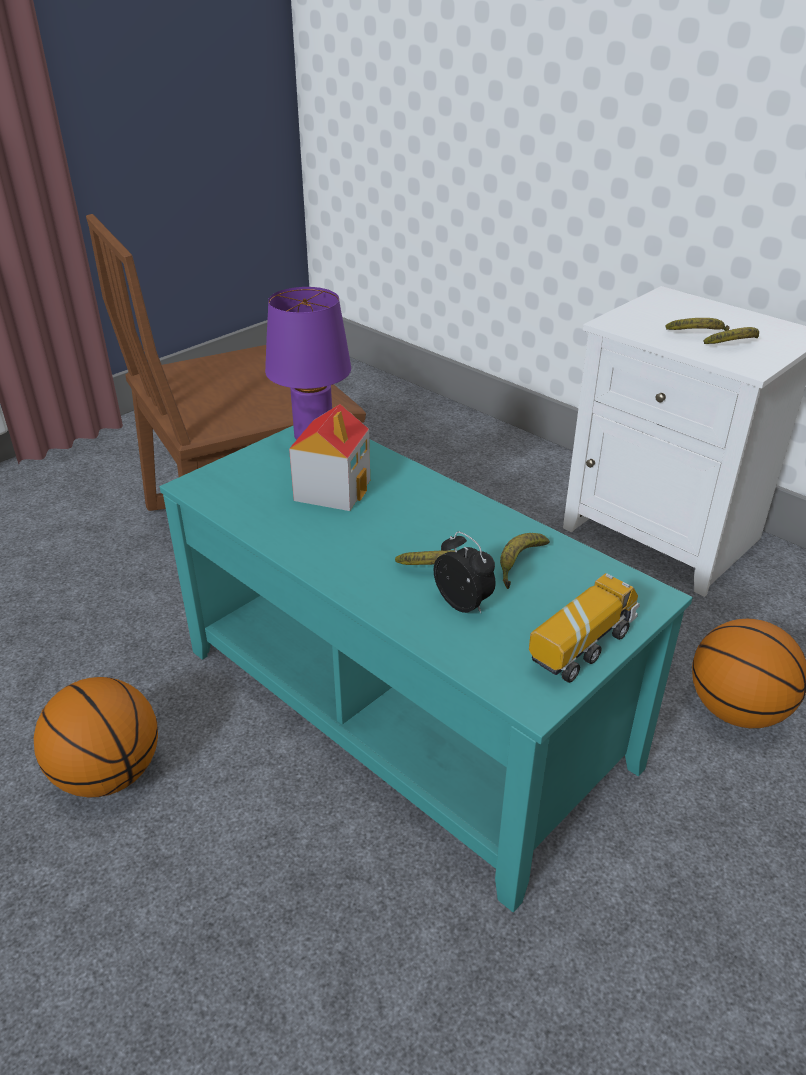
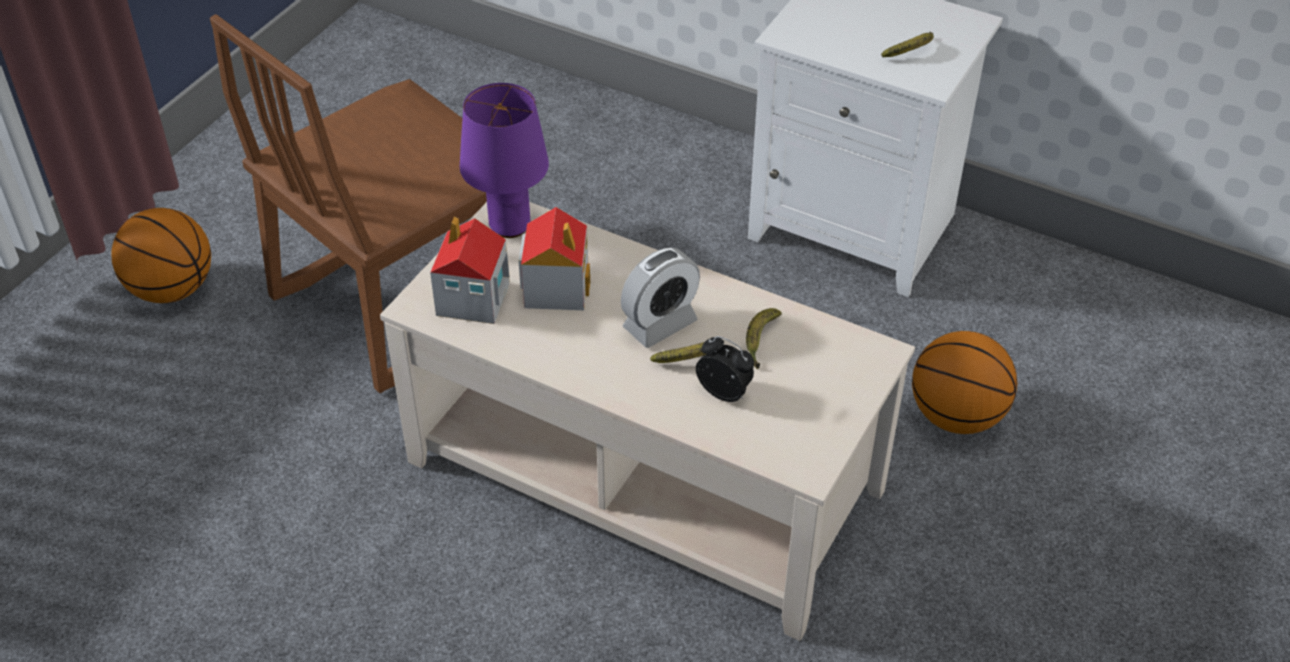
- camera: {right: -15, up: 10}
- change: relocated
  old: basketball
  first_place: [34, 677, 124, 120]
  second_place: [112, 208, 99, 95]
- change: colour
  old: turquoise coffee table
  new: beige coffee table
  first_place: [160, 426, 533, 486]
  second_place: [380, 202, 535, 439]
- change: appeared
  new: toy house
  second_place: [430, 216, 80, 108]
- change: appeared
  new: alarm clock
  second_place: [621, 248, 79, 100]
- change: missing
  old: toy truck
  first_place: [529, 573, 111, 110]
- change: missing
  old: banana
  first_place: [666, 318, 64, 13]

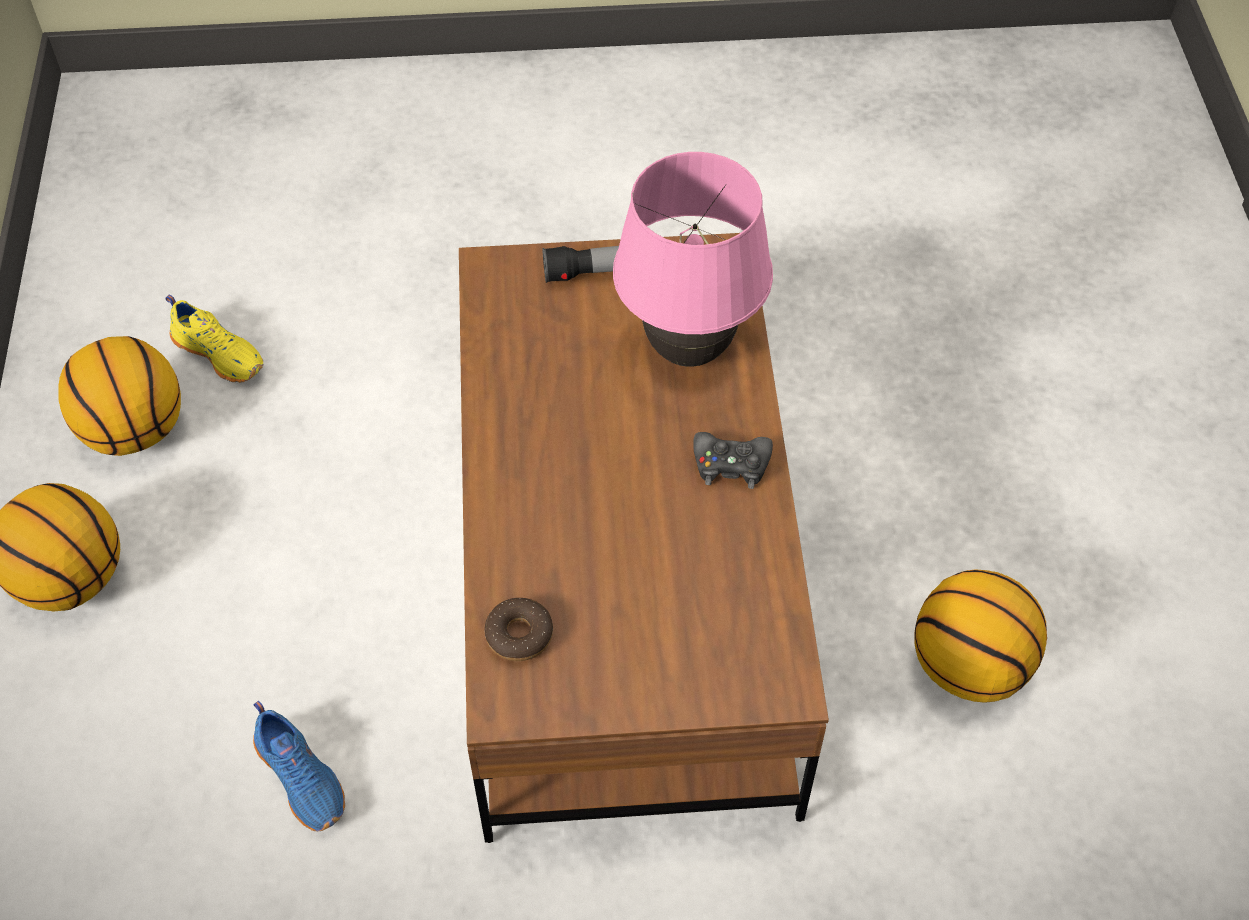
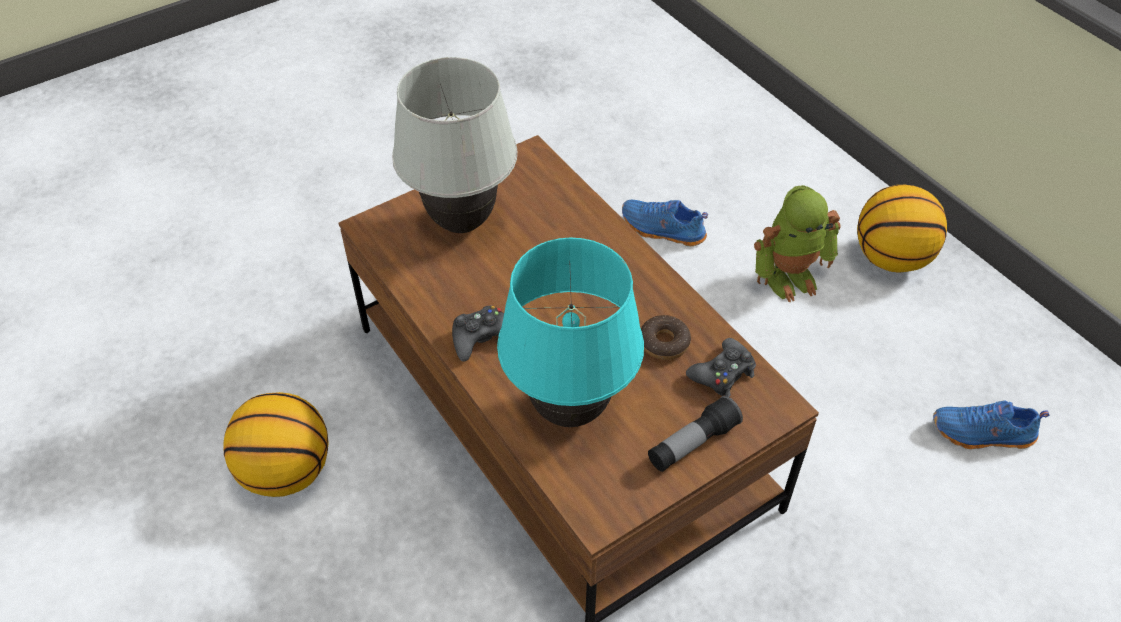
- camera: {right: 150, up: -5}
- change: appeared
  new: white table lamp
  second_place: [392, 57, 125, 176]
- change: colour
  old: pink table lamp
  new: turquoise table lamp
  first_place: [613, 152, 160, 215]
  second_place: [497, 238, 147, 189]
- change: relocated
  old: donut
  first_place: [484, 598, 69, 63]
  second_place: [641, 315, 50, 45]
- change: appeared
  new: black game controller
  second_place: [686, 338, 70, 59]
- change: appeared
  new: toy robot
  second_place: [754, 185, 87, 117]
- change: colour
  old: yellow shoe
  new: blue shoe
  first_place: [165, 295, 98, 88]
  second_place: [933, 400, 116, 49]
- change: missing
  old: basketball
  first_place: [58, 336, 123, 120]

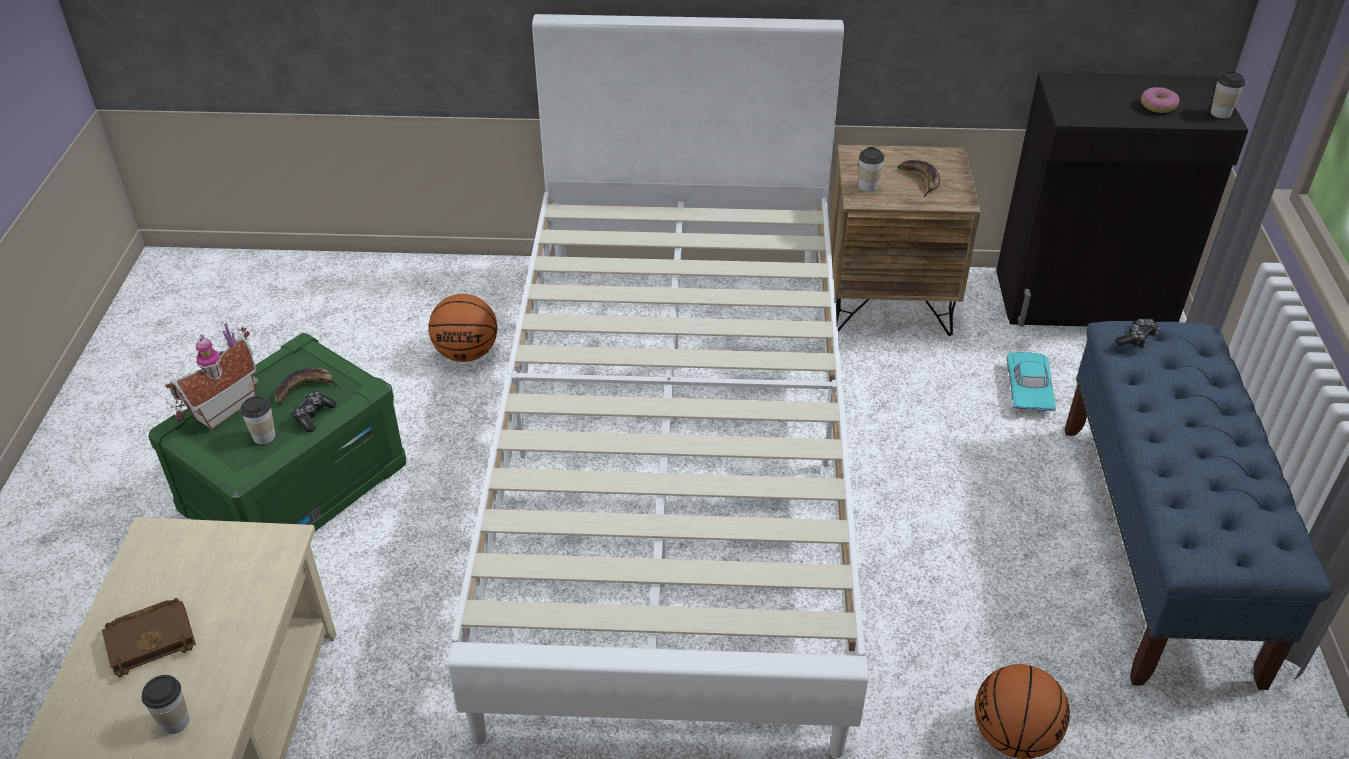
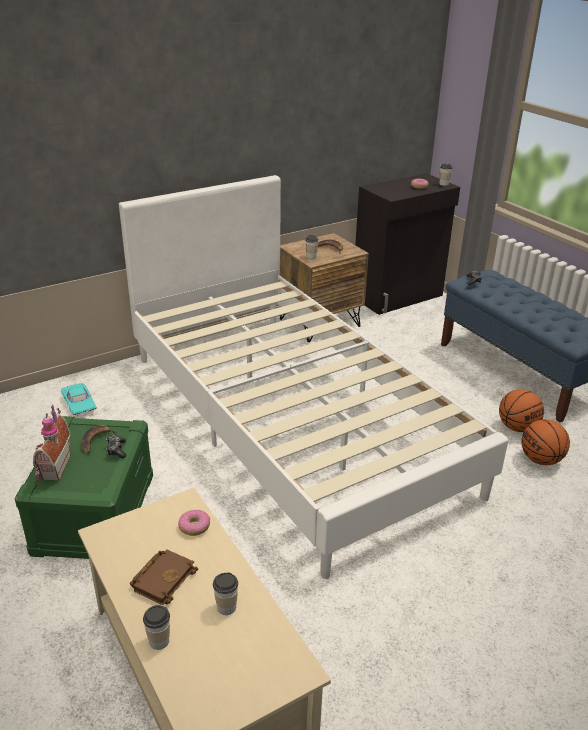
- camera: {right: -35, up: -10}
- change: relocated
  old: turquoise toy car
  first_place: [1007, 352, 49, 59]
  second_place: [61, 383, 36, 32]
- change: relocated
  old: cup
  first_place: [240, 396, 36, 48]
  second_place: [143, 605, 27, 45]
- change: appeared
  new: donut
  second_place: [178, 509, 32, 27]
- change: relocated
  old: basketball
  first_place: [429, 294, 69, 68]
  second_place: [499, 389, 45, 43]

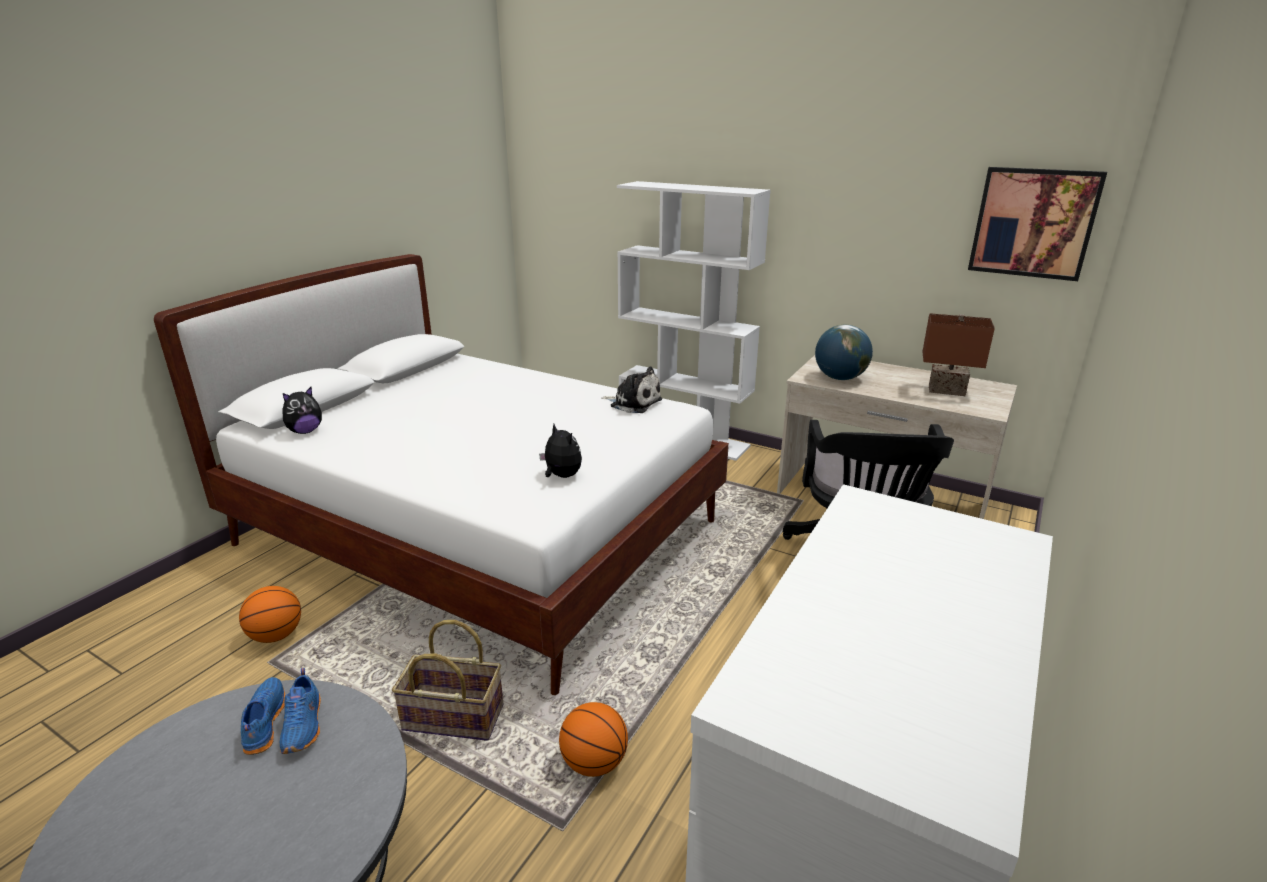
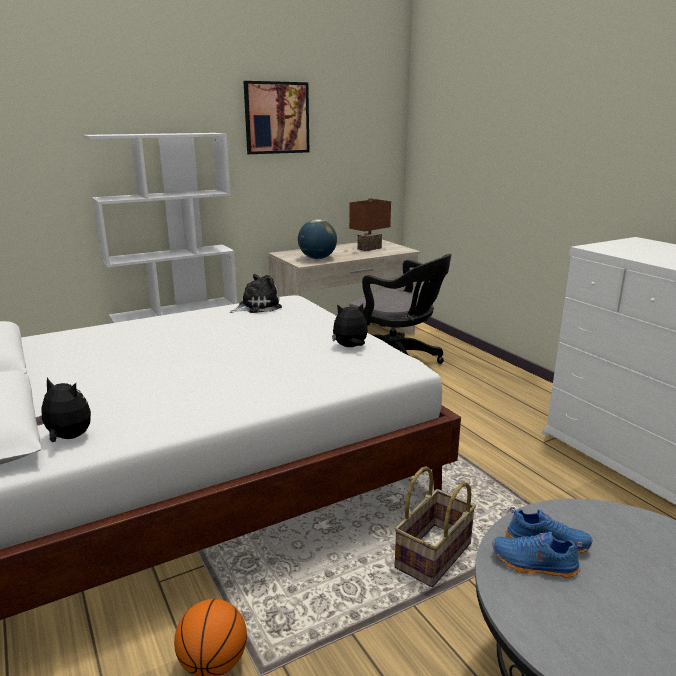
- camera: {right: -60, up: -5}
- change: spun
  old: plush toy
  first_place: [282, 387, 40, 47]
  second_place: [35, 378, 56, 64]
  degrees: -60
- change: relocated
  old: picture
  first_place: [968, 167, 139, 114]
  second_place: [243, 81, 66, 73]
- change: missing
  old: basketball
  first_place: [559, 702, 69, 75]

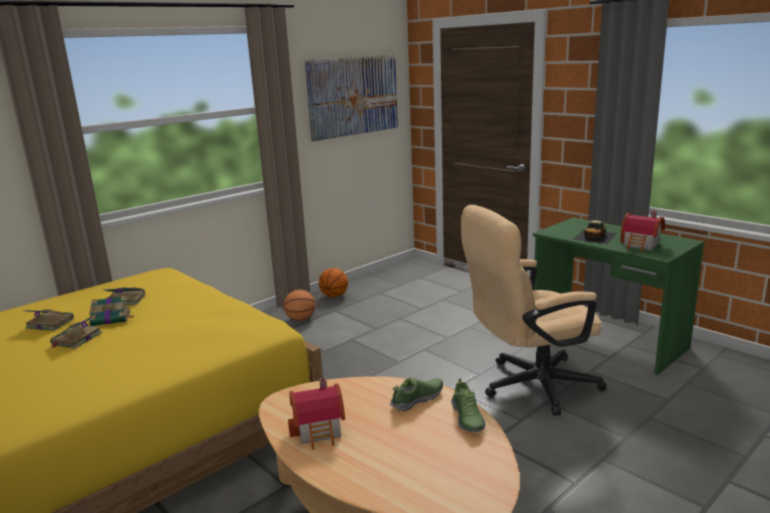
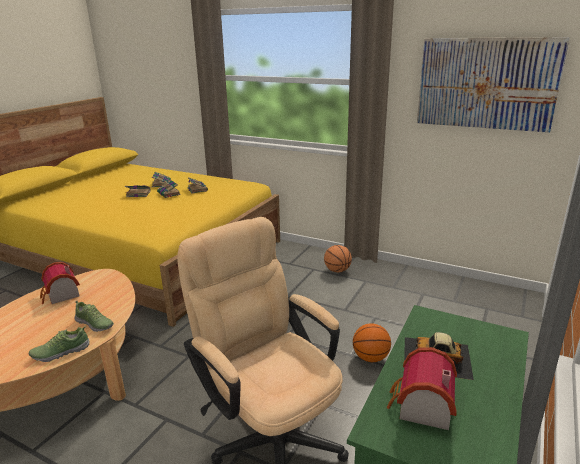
- camera: {right: 70, up: 5}
- change: relocated
  old: basketball
  first_place: [319, 268, 29, 29]
  second_place: [353, 323, 38, 39]

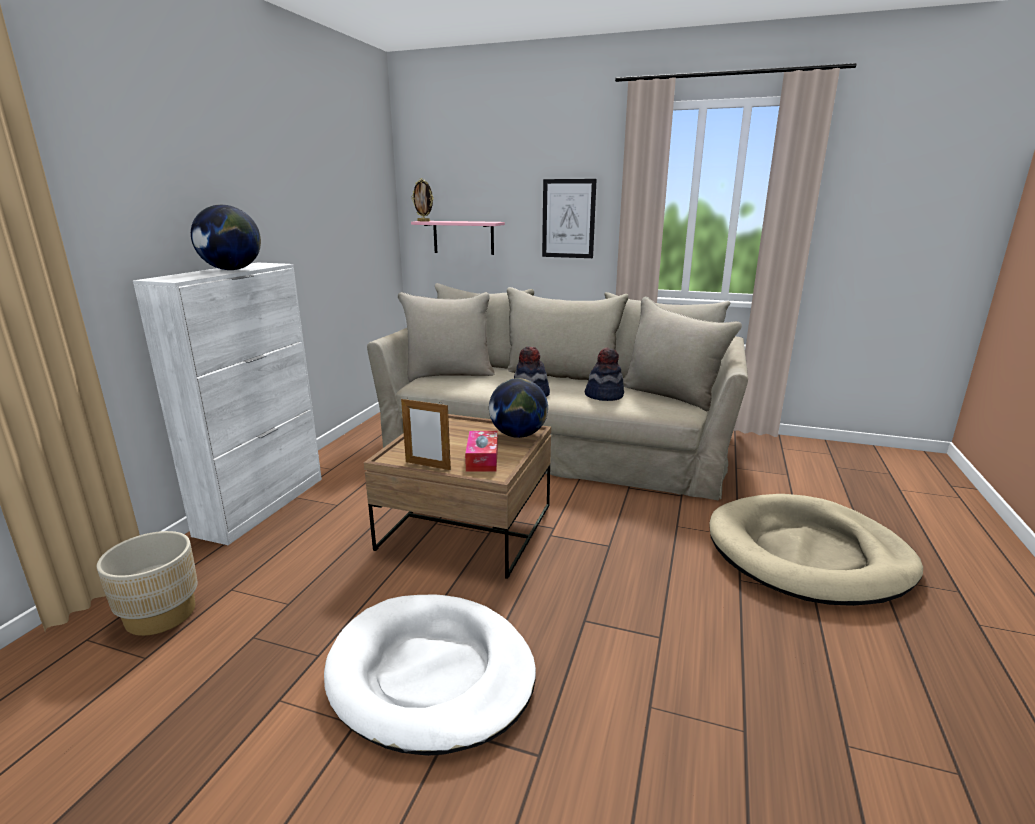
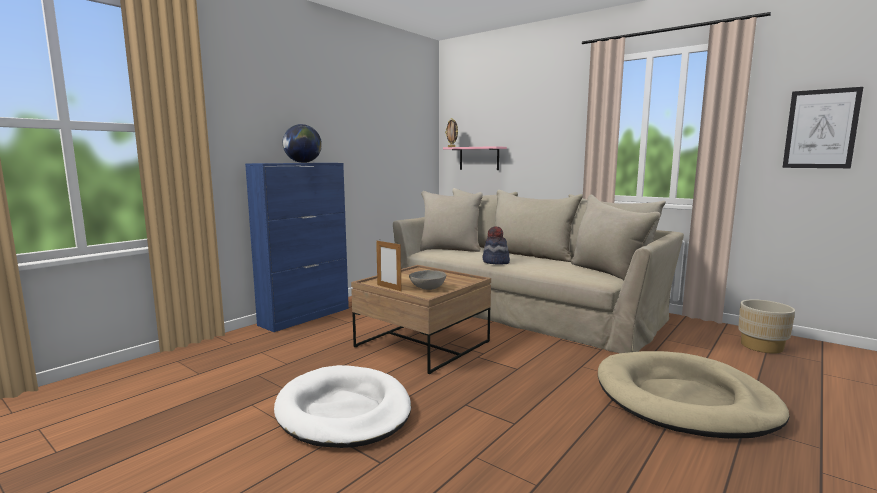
- camera: {right: 20, up: -10}
- change: colour
  old: white cabinet
  new: blue cabinet
  first_place: [133, 262, 189, 283]
  second_place: [245, 163, 104, 169]
- change: exchanged
  old: tissue box
  new: grey bowl
  first_place: [465, 431, 33, 41]
  second_place: [409, 270, 37, 20]
- change: relocated
  old: beige planter
  first_place: [97, 531, 101, 105]
  second_place: [738, 299, 57, 55]
- change: relocated
  old: picture
  first_place: [542, 179, 55, 79]
  second_place: [783, 87, 80, 81]
- change: missing
  old: globe
  first_place: [489, 378, 59, 60]
- change: missing
  old: hat
  first_place: [585, 348, 39, 53]

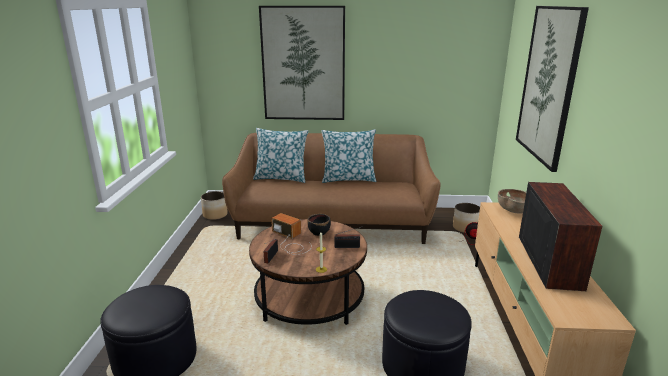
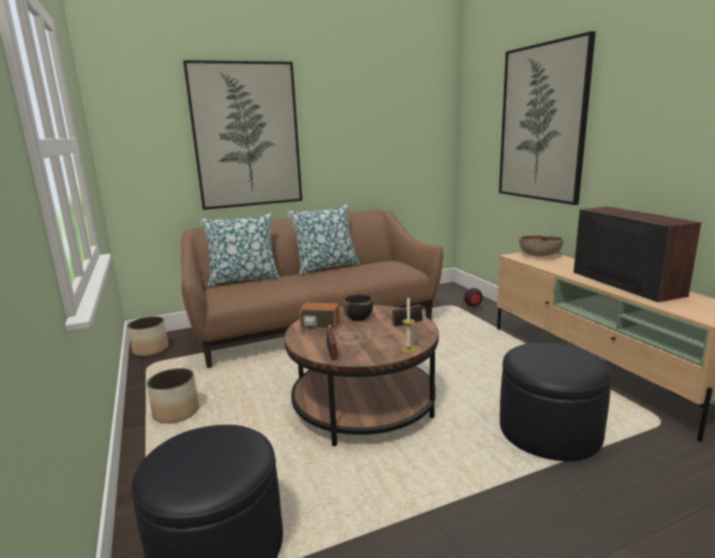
- camera: {right: -25, up: -5}
- change: relocated
  old: planter
  first_place: [453, 203, 27, 30]
  second_place: [147, 368, 52, 56]

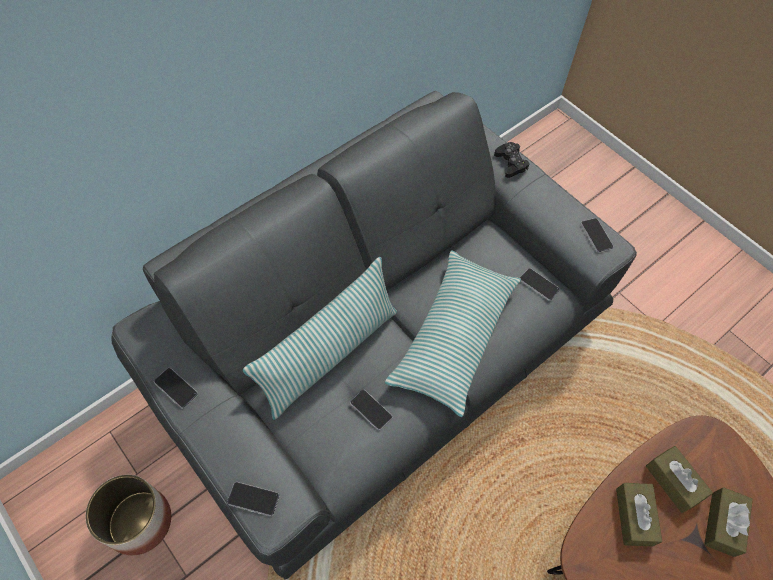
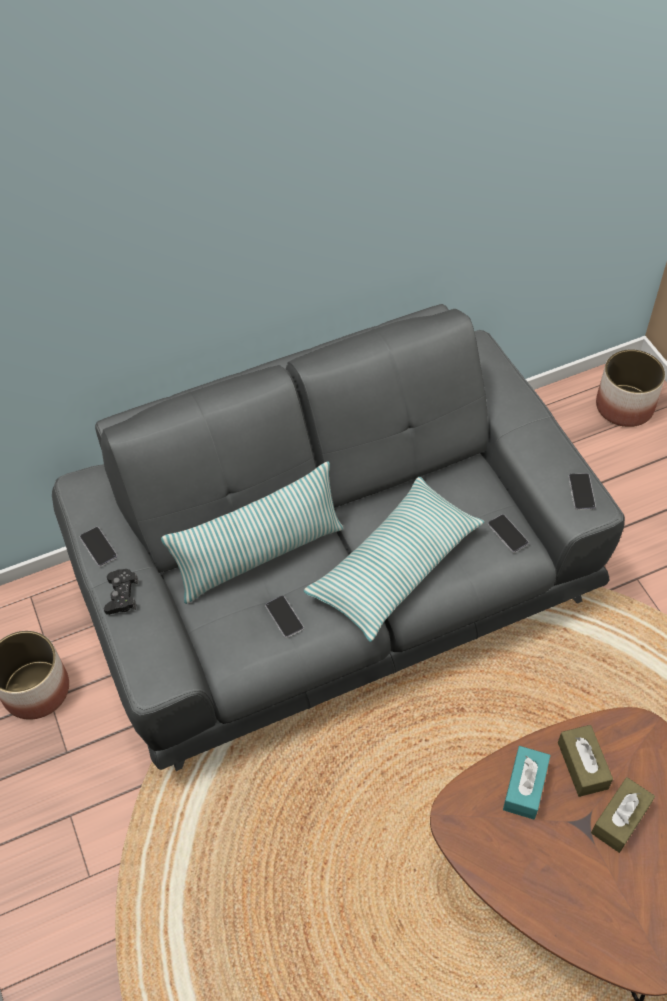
- camera: {right: 20, up: -5}
- change: relocated
  old: black game controller
  first_place: [494, 142, 36, 36]
  second_place: [104, 569, 34, 46]
- change: colour
  old: brown tissue box
  new: turquoise tissue box
  first_place: [616, 483, 46, 64]
  second_place: [503, 746, 48, 73]
- change: appeared
  new: planter
  second_place: [596, 349, 69, 78]
- change: missing
  old: phone
  first_place: [227, 482, 53, 34]

